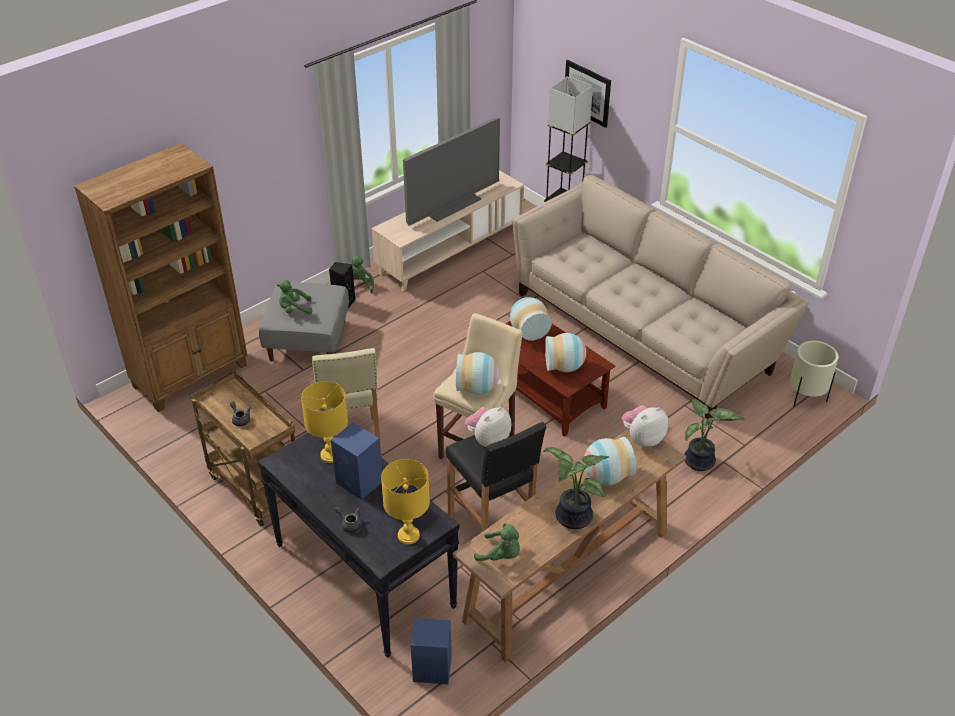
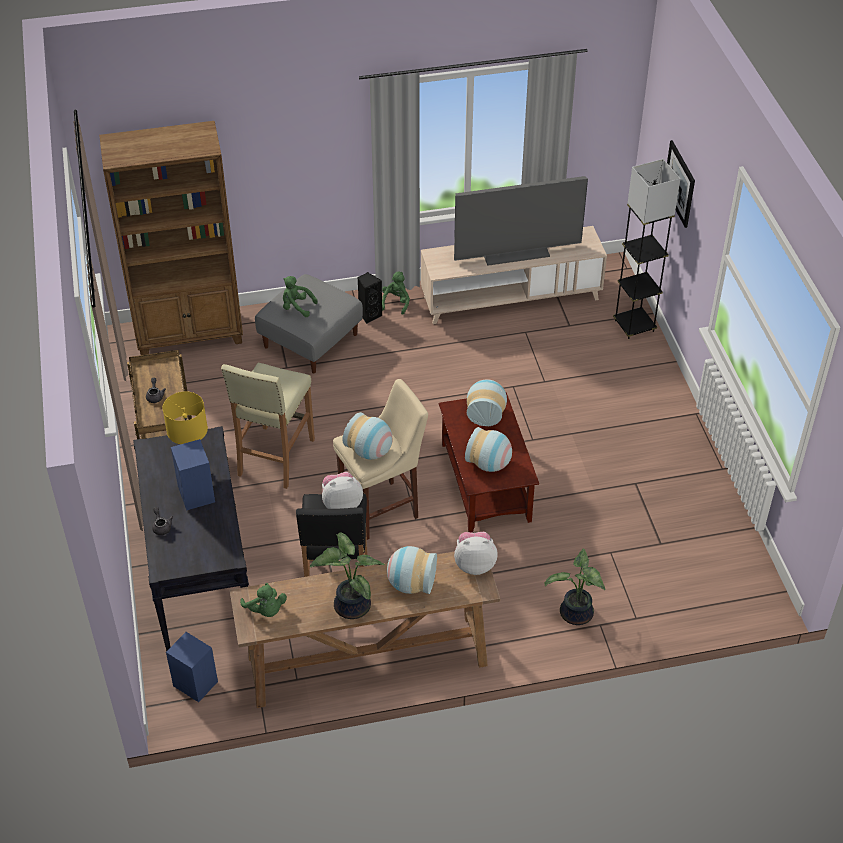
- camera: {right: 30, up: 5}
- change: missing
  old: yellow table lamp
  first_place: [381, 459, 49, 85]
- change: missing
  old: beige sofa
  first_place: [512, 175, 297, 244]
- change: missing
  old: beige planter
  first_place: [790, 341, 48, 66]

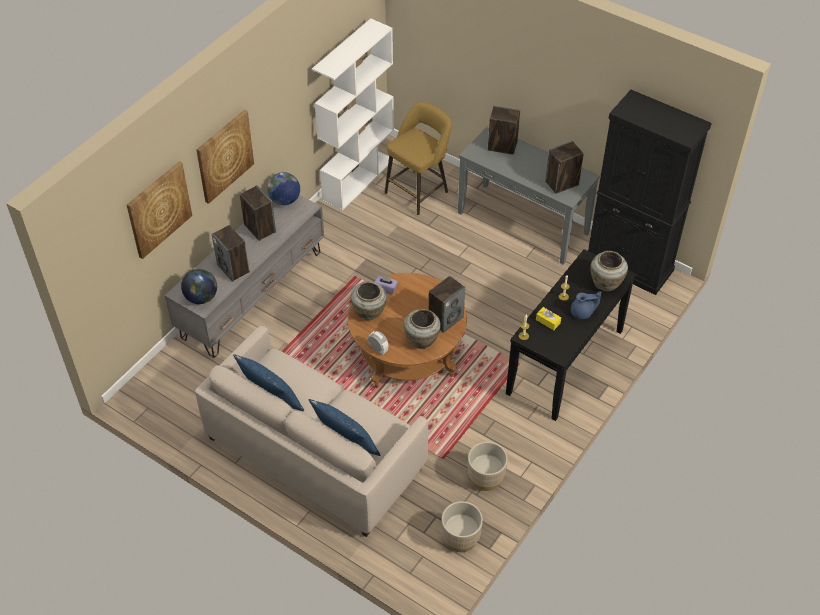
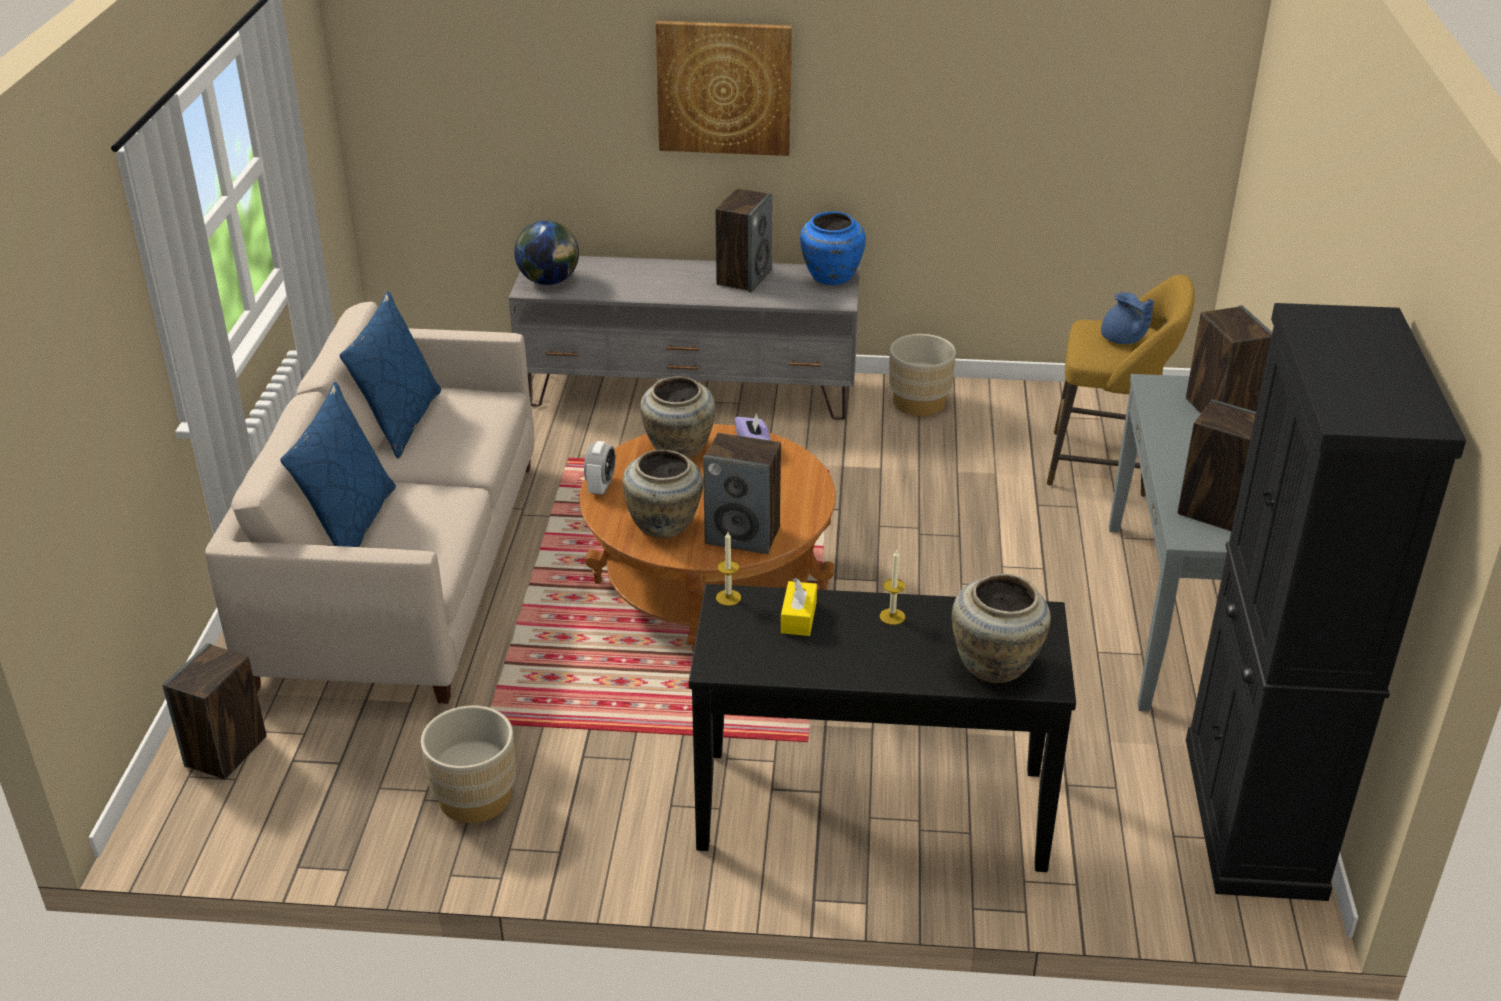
- camera: {right: 60, up: -15}
- change: relocated
  old: speaker
  first_place: [212, 225, 38, 57]
  second_place: [163, 643, 104, 136]
- change: exchanged
  old: globe
  new: blue vase
  first_place: [267, 172, 33, 33]
  second_place: [800, 211, 66, 74]
- change: relocated
  old: beige planter
  first_place: [442, 501, 41, 51]
  second_place: [889, 334, 67, 82]
- change: relocated
  old: blue teapot
  first_place: [571, 291, 30, 28]
  second_place: [1101, 292, 53, 52]
- change: missing
  old: picture
  first_place: [127, 161, 65, 98]
- change: missing
  old: white bookcase
  first_place: [312, 19, 82, 192]

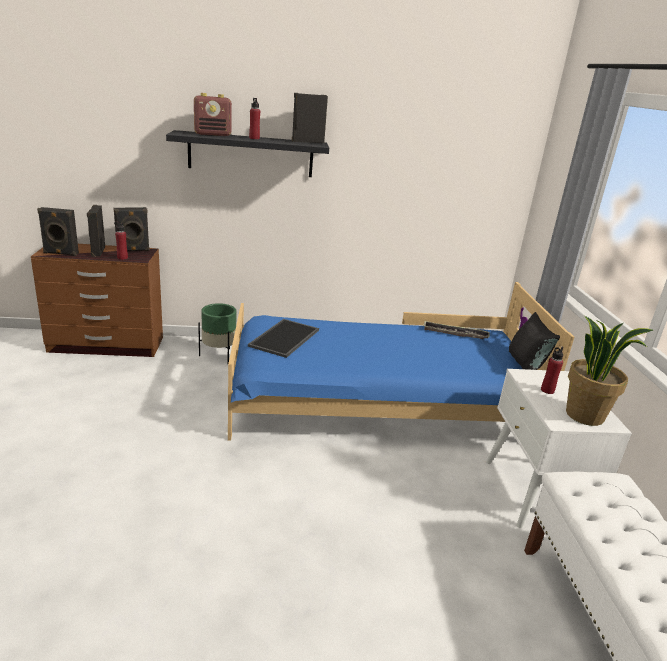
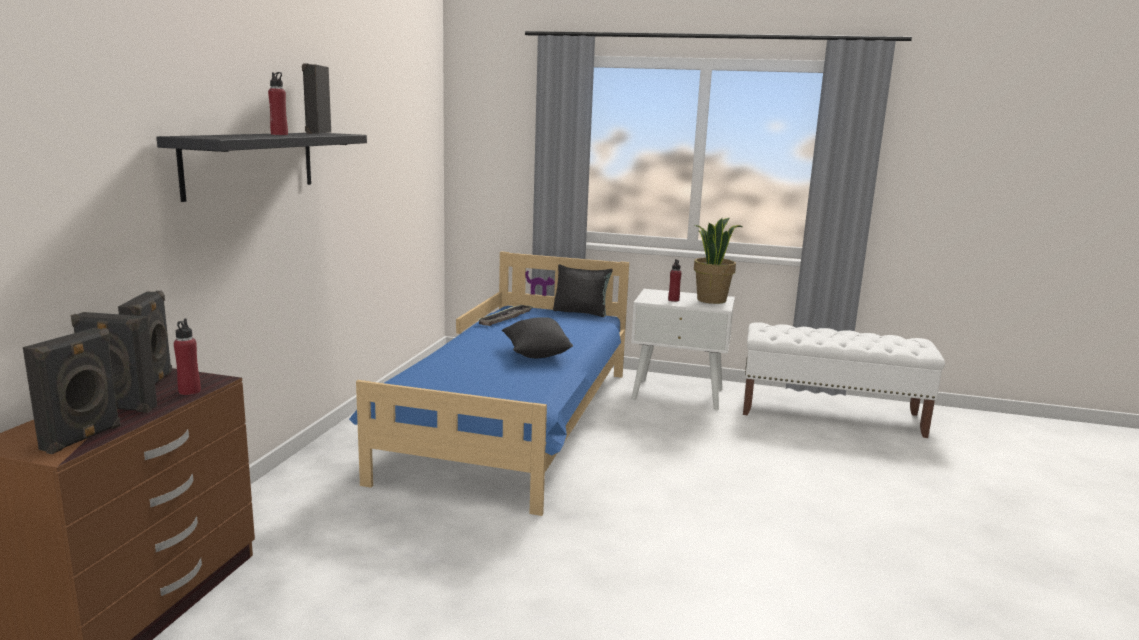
- camera: {right: -70, up: -10}
- change: appeared
  new: black pillow
  second_place: [502, 317, 71, 41]
- change: missing
  old: radio
  first_place: [194, 93, 38, 43]
- change: missing
  old: green planter
  first_place: [198, 303, 39, 60]
- change: missing
  old: tray
  first_place: [248, 319, 71, 39]

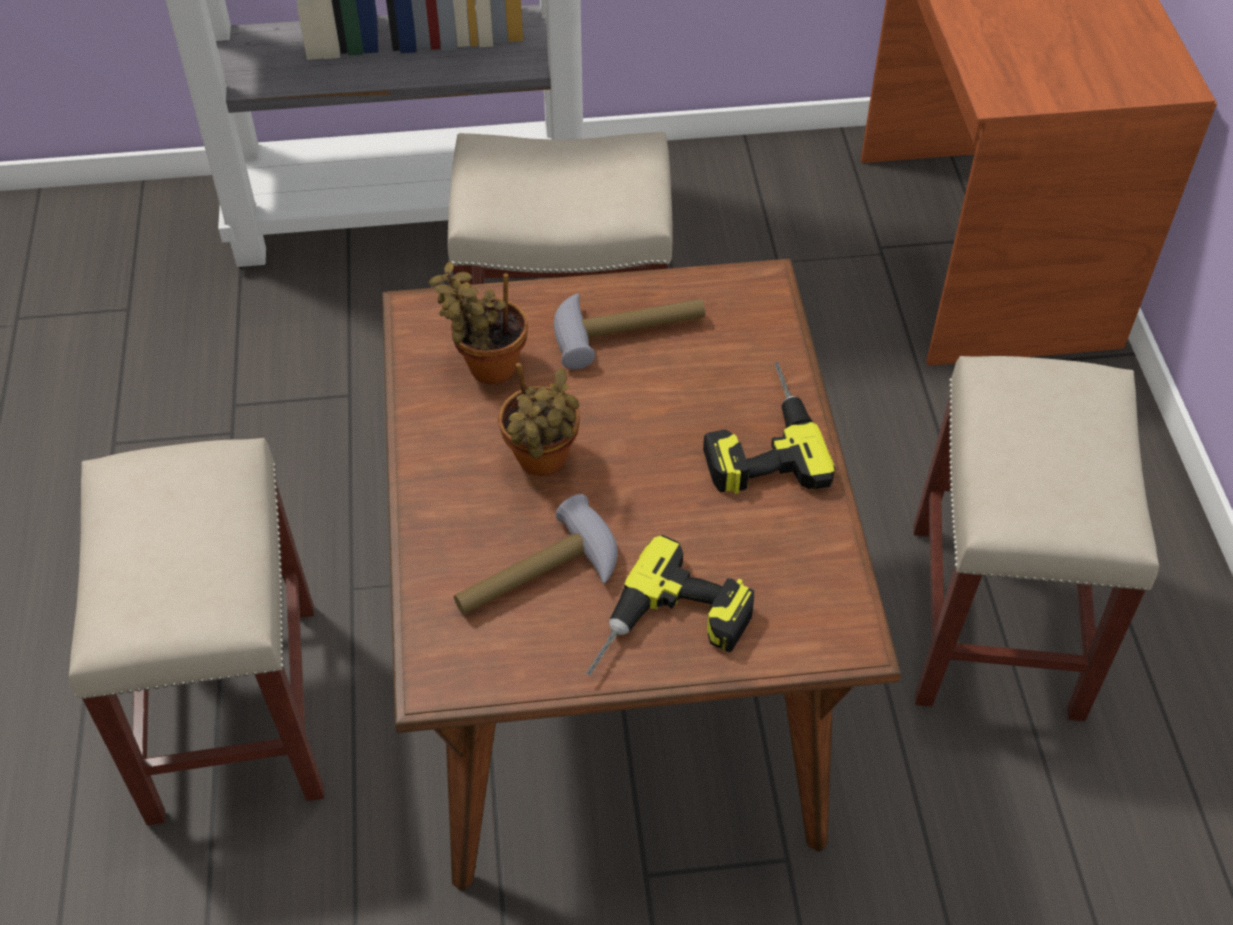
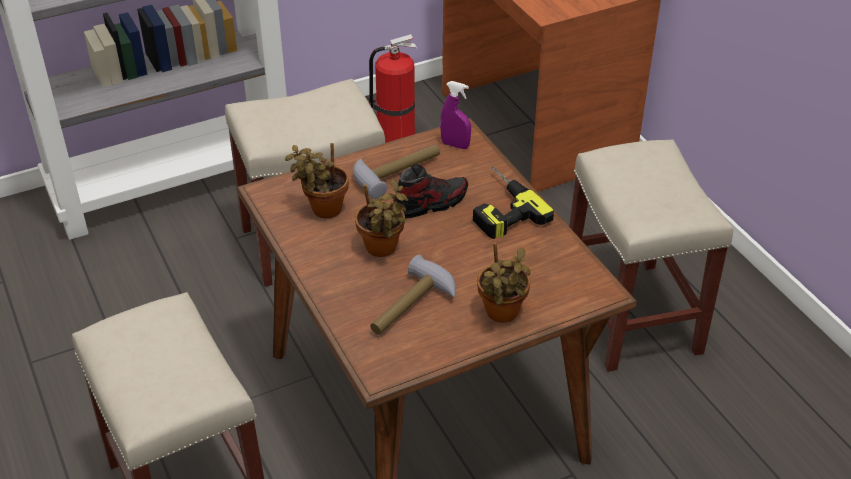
- camera: {right: -20, up: -10}
- change: appeared
  new: fire extinguisher
  second_place: [369, 34, 48, 109]
- change: appeared
  new: shoe
  second_place: [393, 164, 75, 54]
- change: appeared
  new: purple spray bottle
  second_place: [440, 81, 31, 68]
- change: exchanged
  old: power drill
  new: potted plant
  first_place: [586, 535, 168, 140]
  second_place: [477, 242, 54, 81]

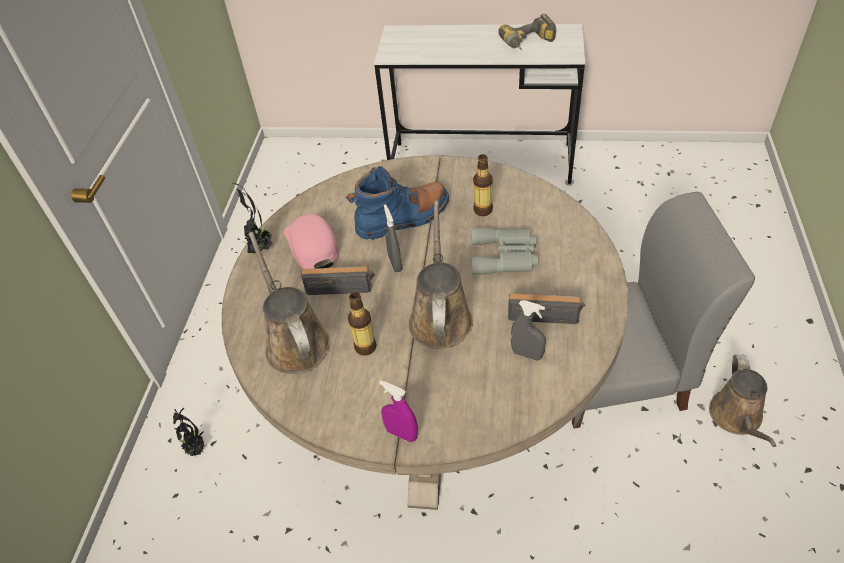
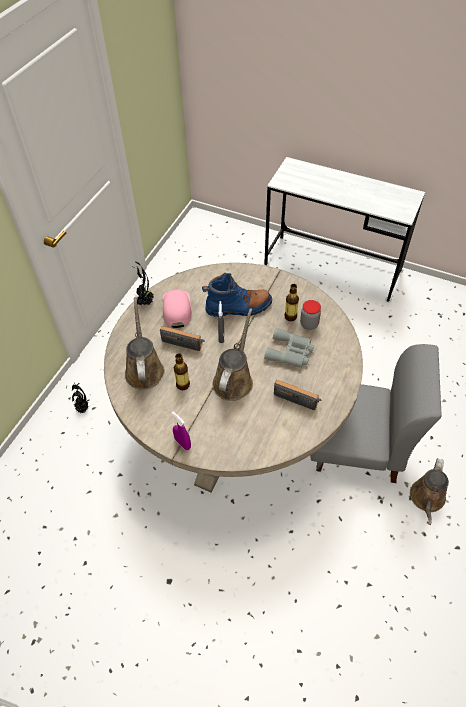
- camera: {right: 15, up: 5}
- change: appeared
  new: jar
  second_place: [300, 300, 21, 30]
- change: missing
  old: power drill
  first_place: [499, 14, 57, 36]
- change: missing
  old: grey spray bottle
  first_place: [511, 300, 35, 61]

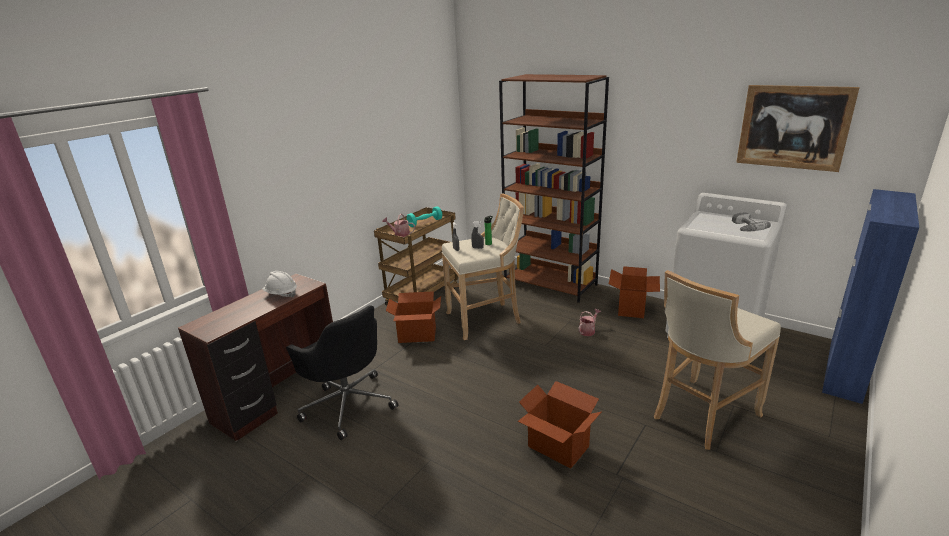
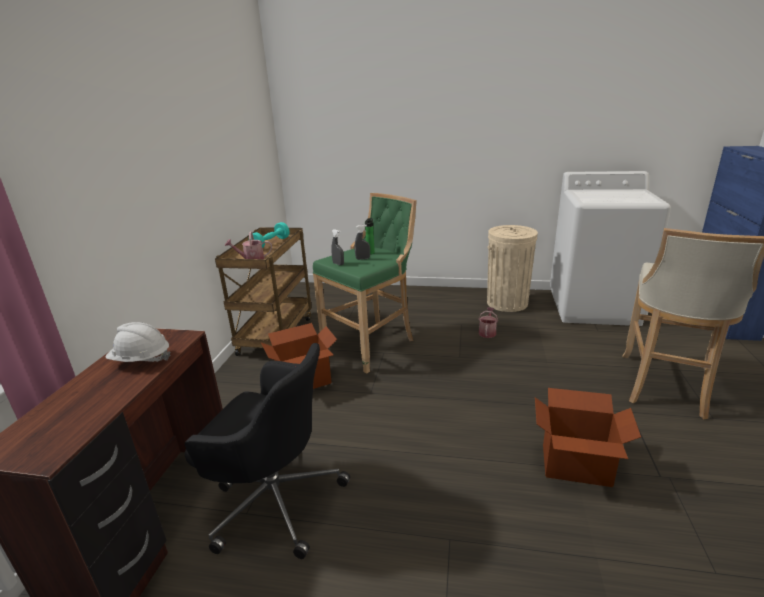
- camera: {right: -25, up: 0}
- change: colour
  old: beige stool
  new: green stool
  first_place: [442, 194, 82, 146]
  second_place: [313, 193, 104, 181]
- change: exchanged
  old: cardboard box
  new: beige trash can
  first_place: [609, 266, 51, 52]
  second_place: [487, 225, 51, 87]
- change: missing
  old: brown bookcase
  first_place: [499, 74, 110, 229]
- change: missing
  old: power drill
  first_place: [732, 212, 39, 19]
- change: missing
  old: picture
  first_place: [736, 85, 124, 87]

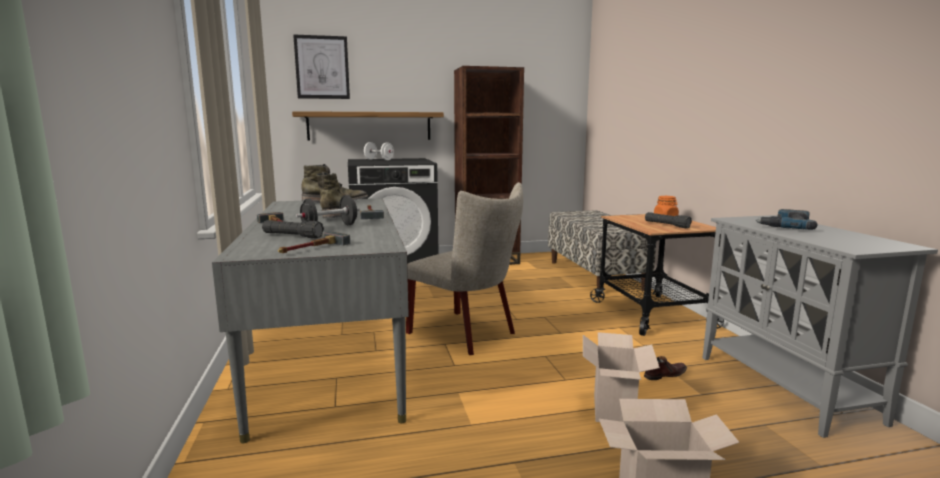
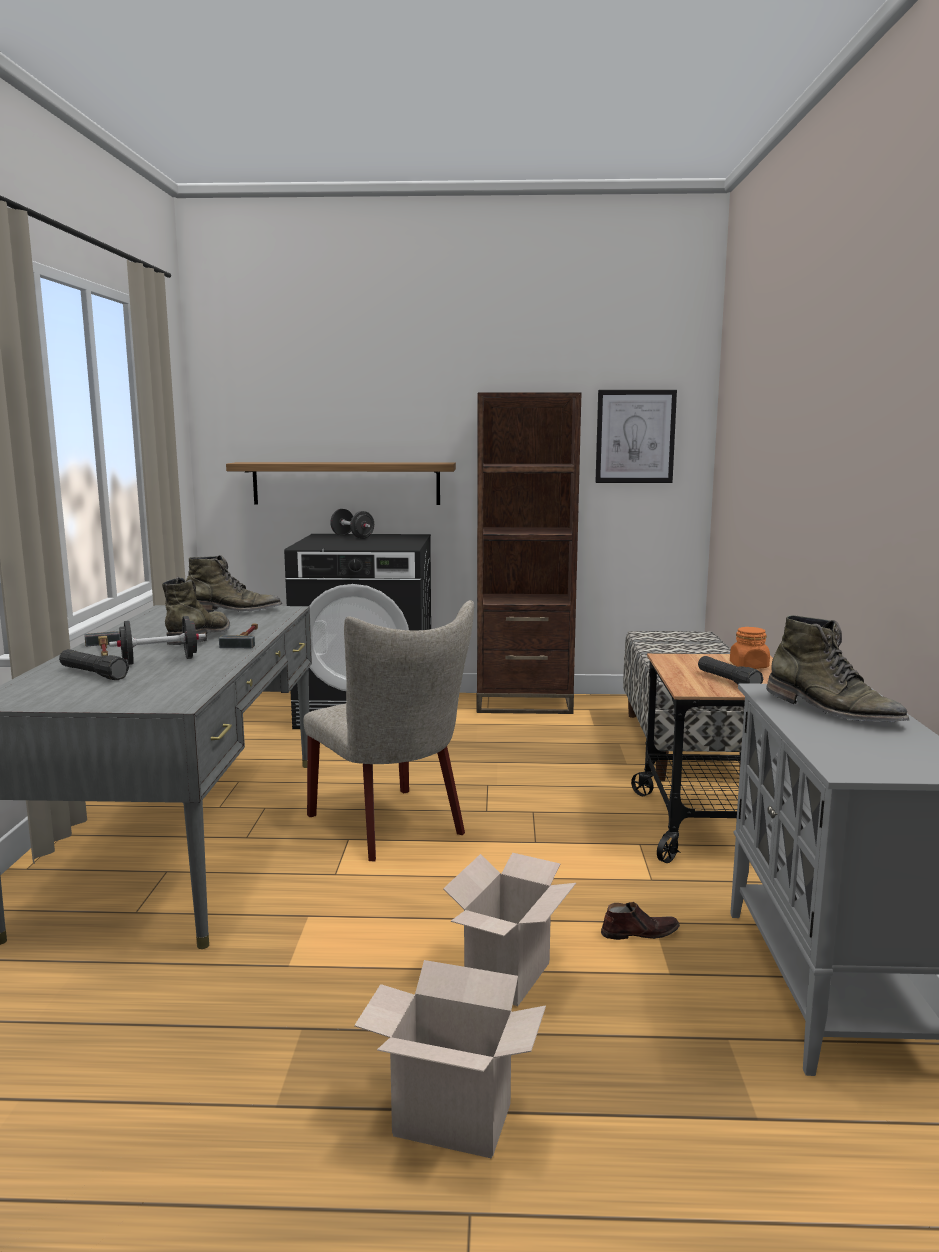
- camera: {right: 15, up: 0}
- change: colour
  old: white dumbbell
  new: black dumbbell
  first_place: [364, 142, 30, 18]
  second_place: [330, 509, 44, 30]
- change: relocated
  old: picture
  first_place: [293, 34, 57, 65]
  second_place: [595, 390, 82, 93]
- change: exchanged
  old: power drill
  new: green boot
  first_place: [755, 209, 62, 21]
  second_place: [766, 615, 143, 107]
- change: missing
  old: hammer
  first_place: [278, 231, 72, 22]

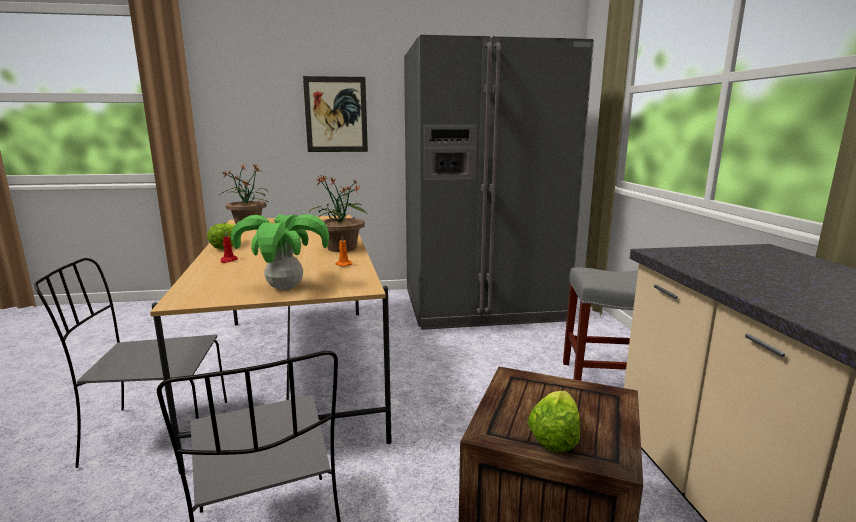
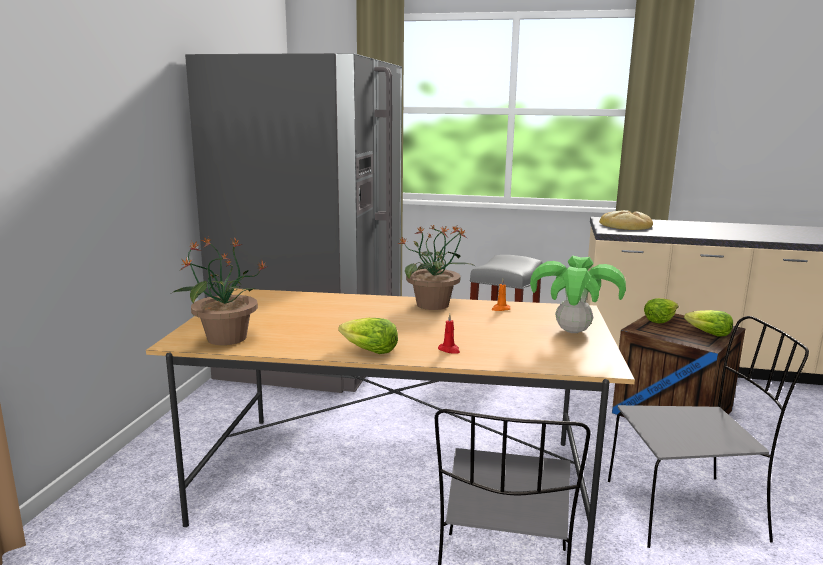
- camera: {right: -70, up: 0}
- change: appeared
  new: bread
  second_place: [599, 210, 54, 20]
- change: appeared
  new: lettuce
  second_place: [644, 298, 35, 25]
- change: missing
  old: picture
  first_place: [303, 76, 65, 76]

